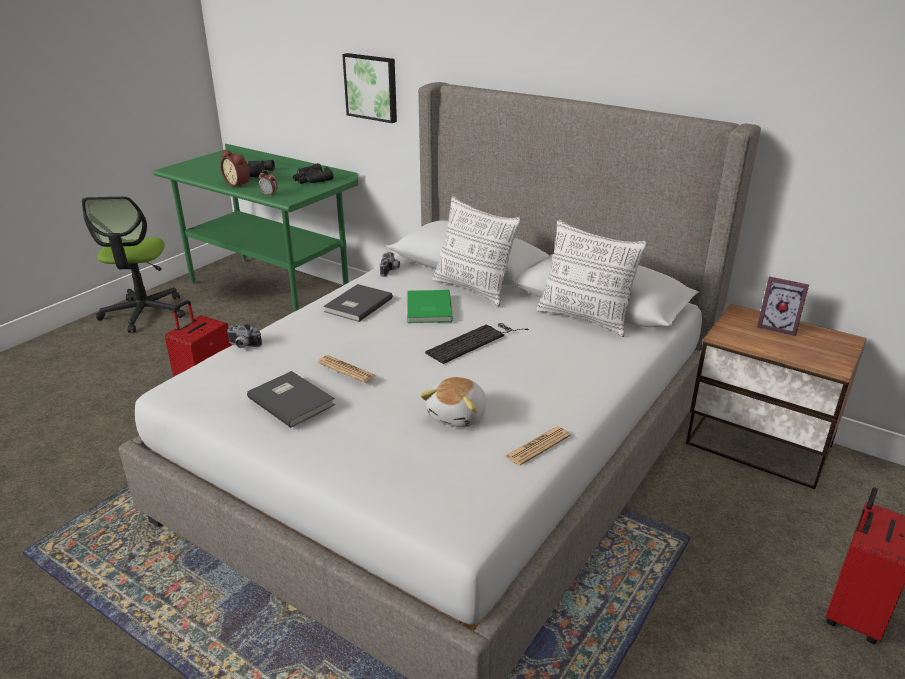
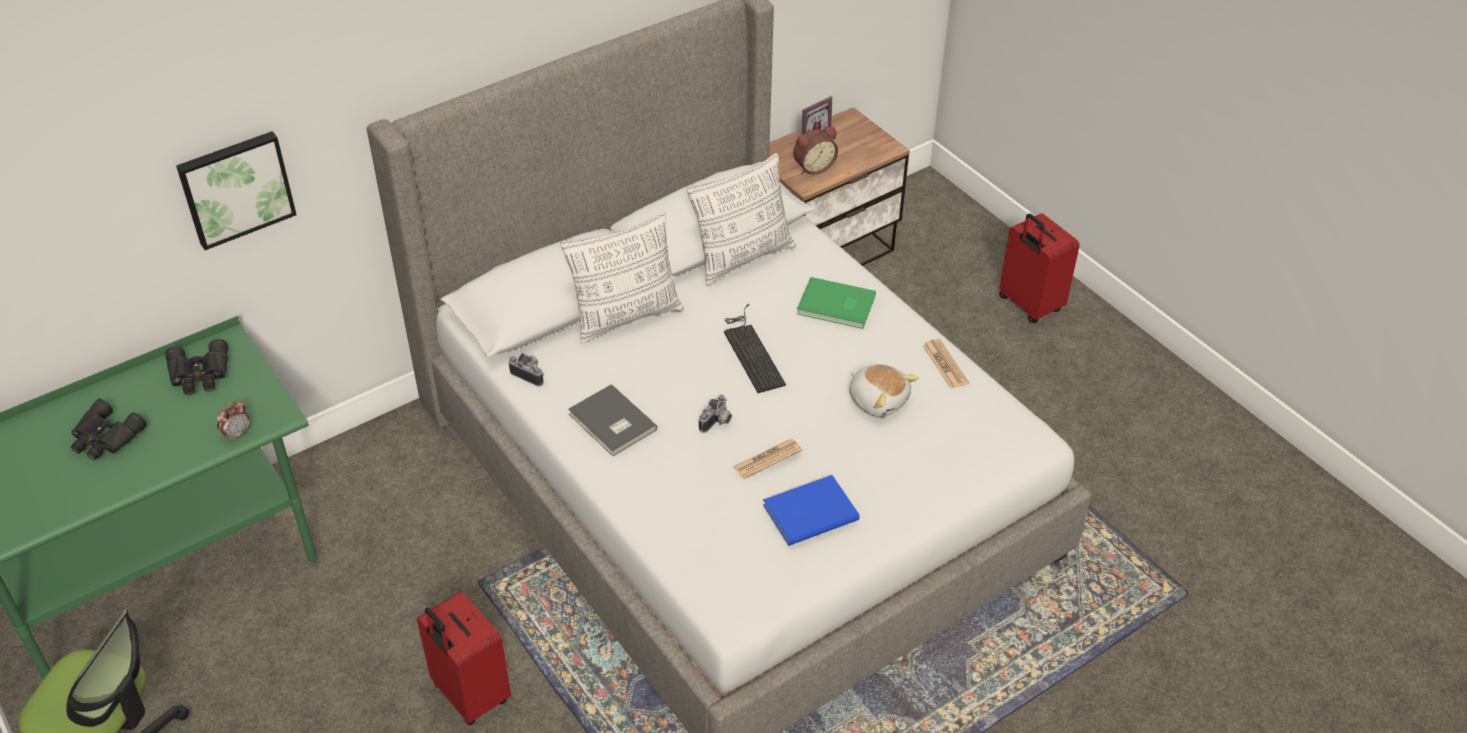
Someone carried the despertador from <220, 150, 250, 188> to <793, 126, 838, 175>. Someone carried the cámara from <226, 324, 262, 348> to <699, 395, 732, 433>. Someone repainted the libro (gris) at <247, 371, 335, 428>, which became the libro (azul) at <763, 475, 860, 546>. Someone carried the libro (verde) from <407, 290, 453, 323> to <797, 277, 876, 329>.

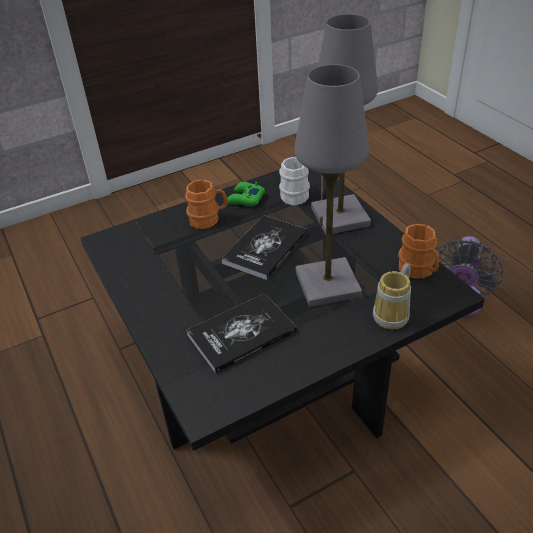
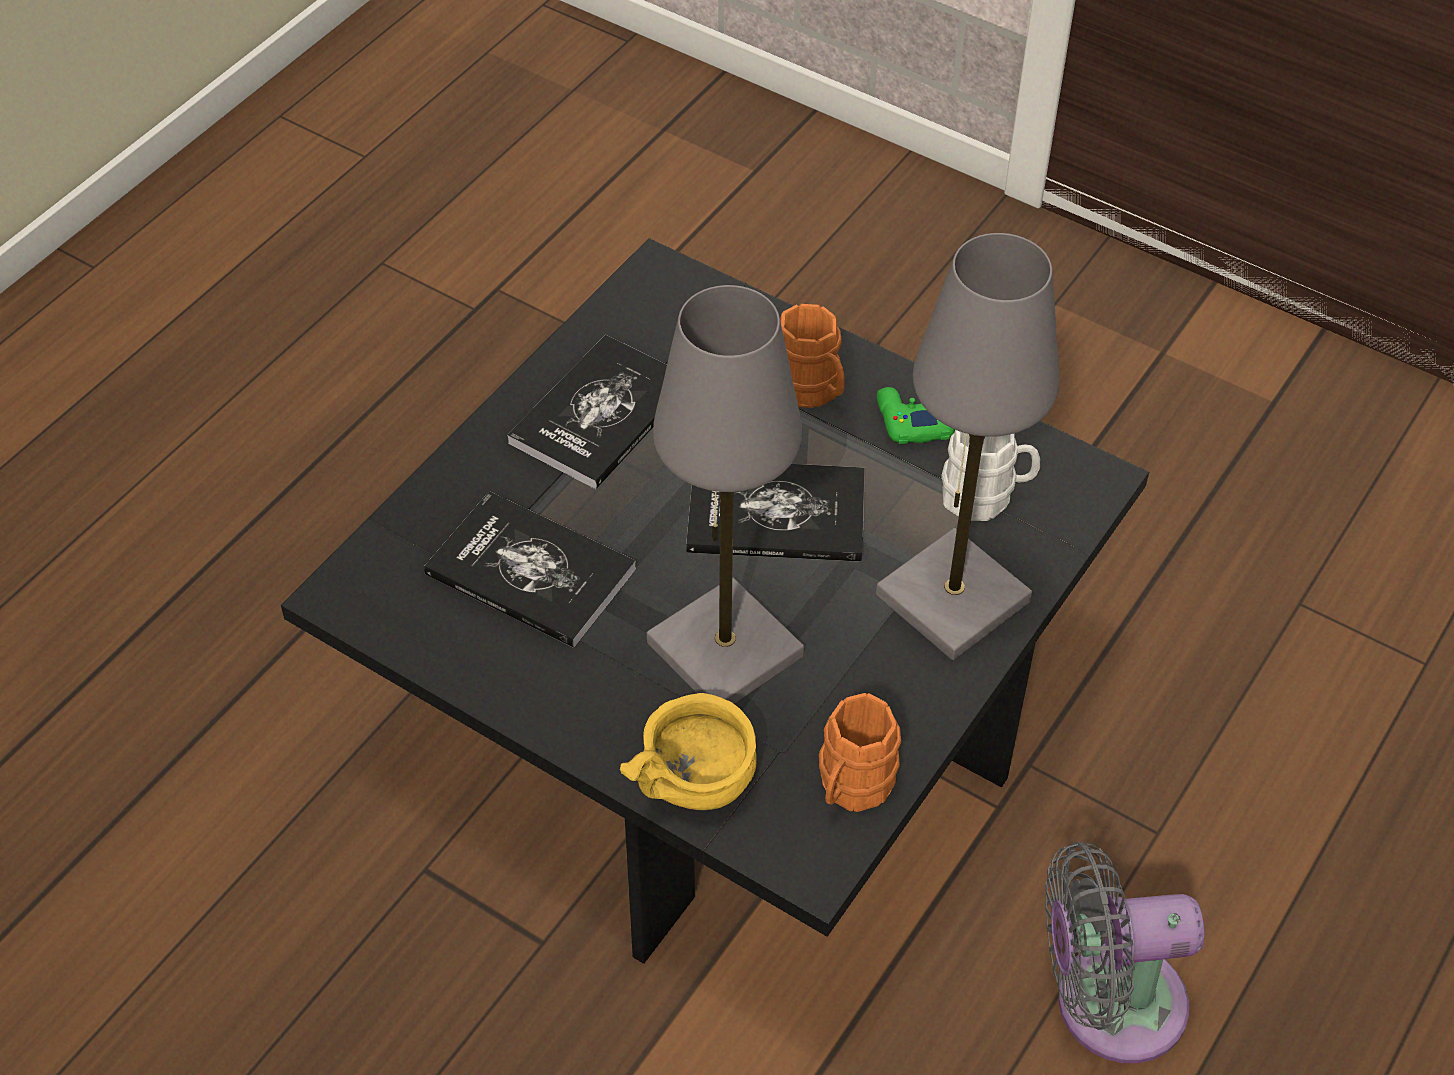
Someone swapped the taza grande at <373, 263, 411, 329> for the cuenco (amarillo) at <620, 693, 757, 810>. Someone put down the libro at <507, 335, 667, 489>.

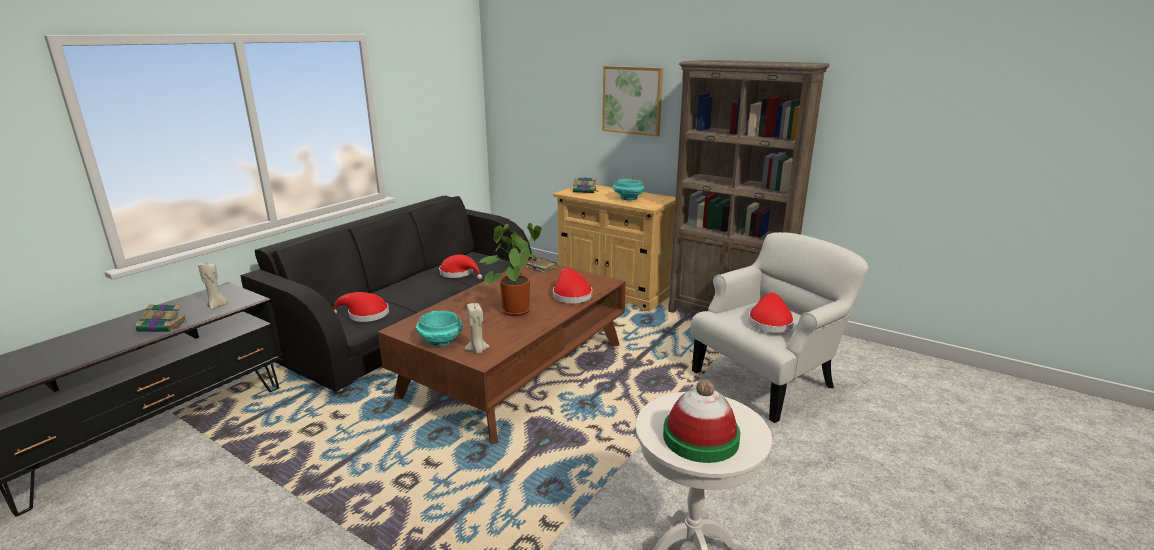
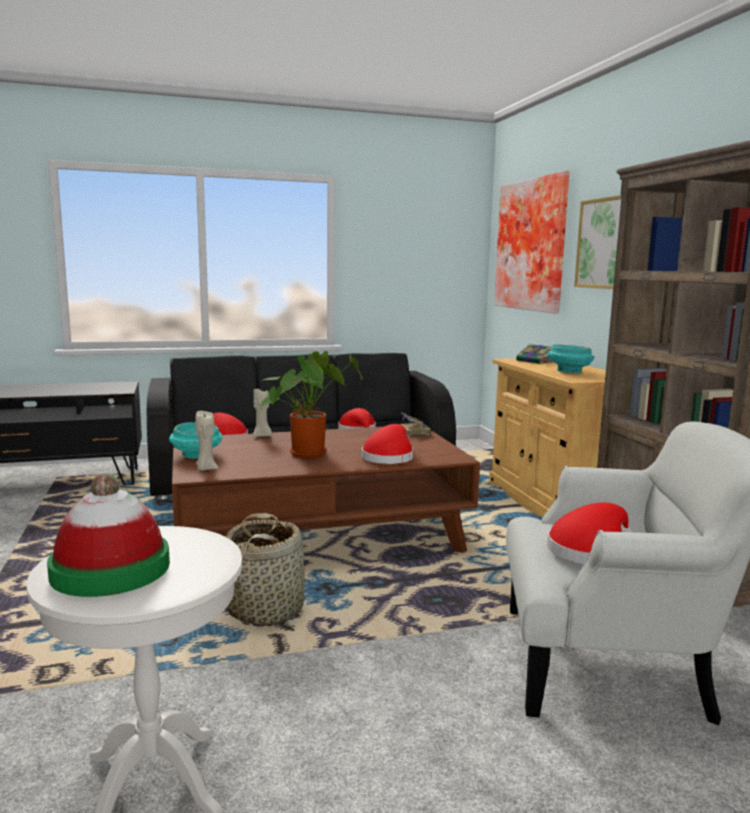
Someone took away the libro at <135, 304, 187, 332>. Someone carried the vela (beis) from <198, 263, 228, 310> to <253, 389, 272, 437>. Someone put down the cesta at <226, 513, 305, 627>. Someone put up the cuadro at <494, 171, 570, 314>.

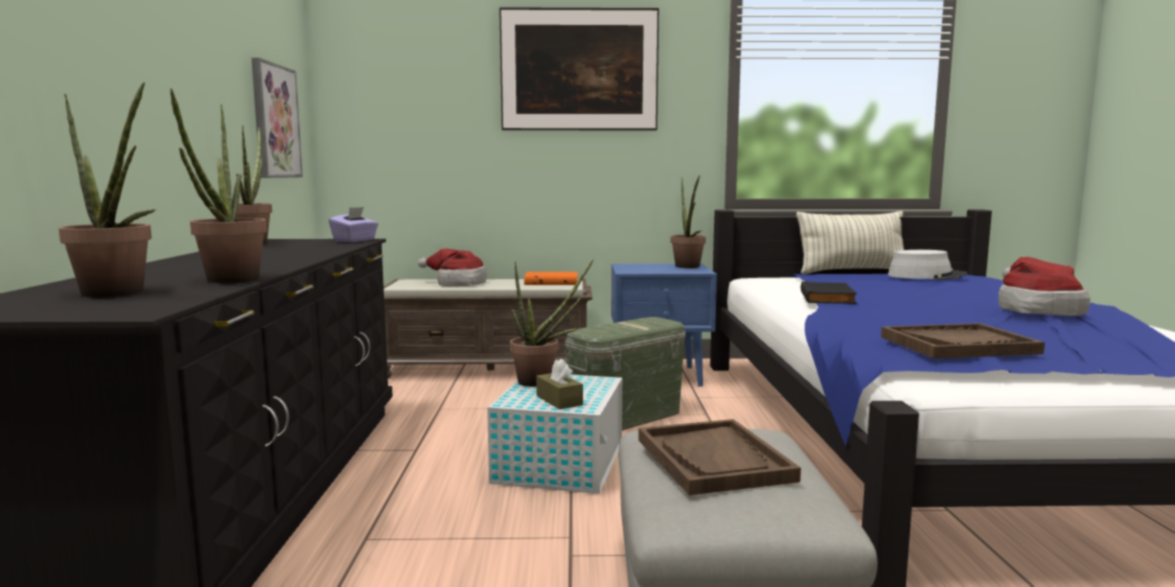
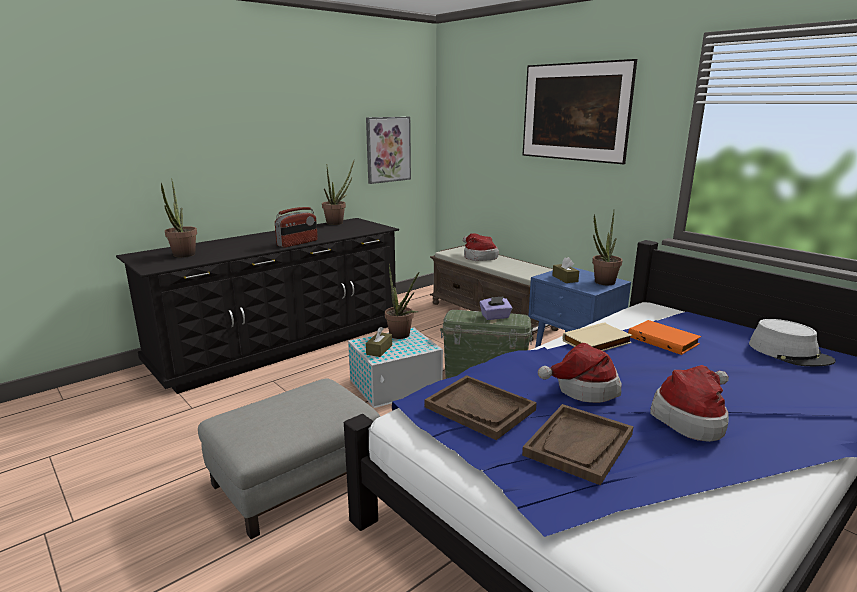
Someone took away the planta en maceta at <170, 88, 267, 283>. Someone carried the caja de pañuelos (morado) from <329, 207, 378, 242> to <480, 296, 513, 320>. Someone carried the libro (naranja) from <524, 272, 578, 285> to <628, 320, 701, 355>. Someone carried the bandeja (marrón) from <638, 419, 801, 495> to <522, 404, 634, 485>. Someone took away the cojín at <796, 211, 904, 274>. Someone repainted the libro (negro) at <801, 281, 857, 304>, which became the libro (beis) at <563, 322, 632, 351>. Someone put down the radio at <275, 207, 318, 247>. Someone put down the sombrero at <538, 343, 622, 403>. Someone put down the caja de pañuelos (marrón) at <552, 257, 579, 283>.

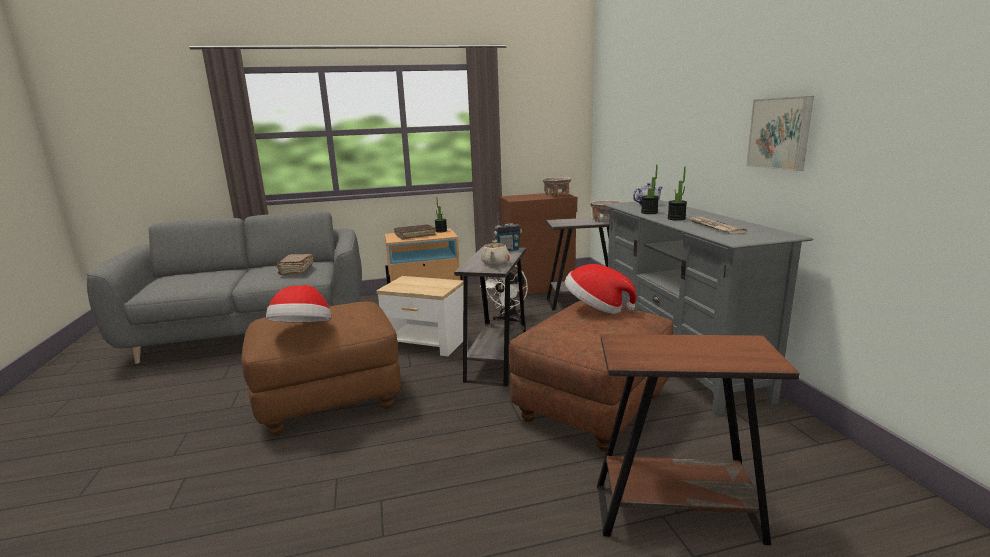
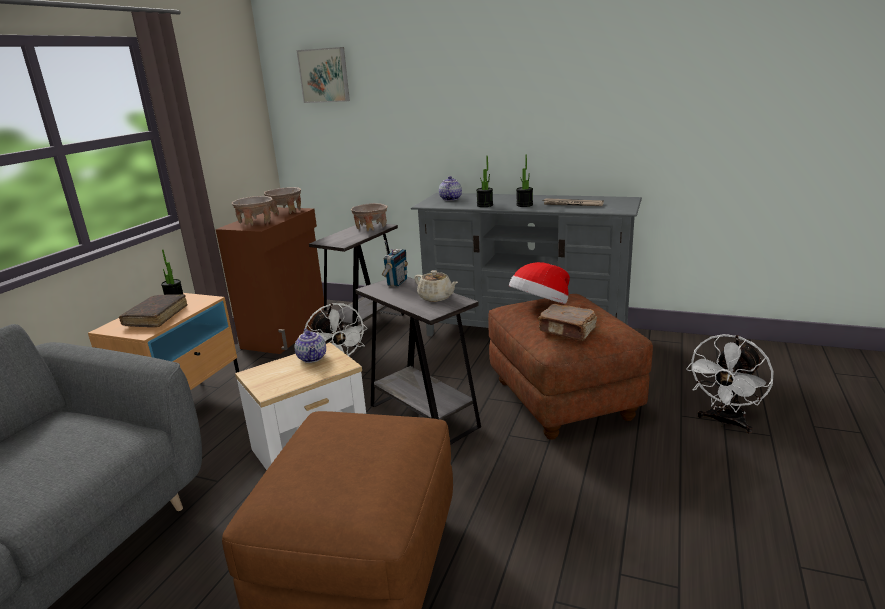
Someone took away the sombrero at <266, 285, 331, 322>. Someone carried the libro (marrón) from <277, 254, 313, 275> to <537, 304, 597, 341>. Someone swapped the mesa auxiliar (marrón) at <597, 334, 800, 545> for the ventilador (blanco) at <686, 334, 774, 434>. Someone carried the cuadro from <746, 96, 814, 171> to <297, 47, 350, 103>. Someone put down the cuenco (beis) at <232, 196, 272, 226>. Someone put down the tetera at <295, 328, 326, 363>.

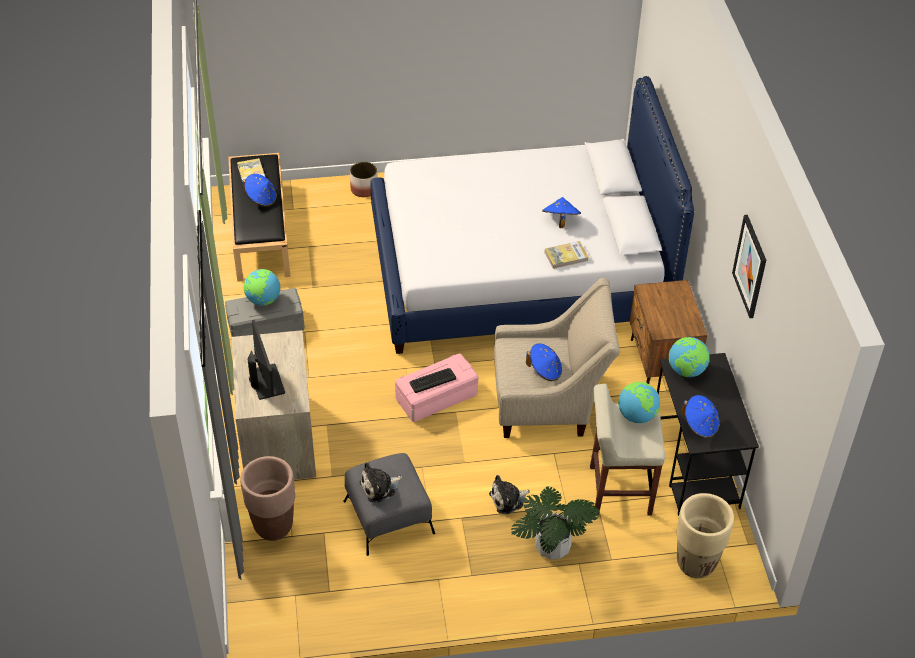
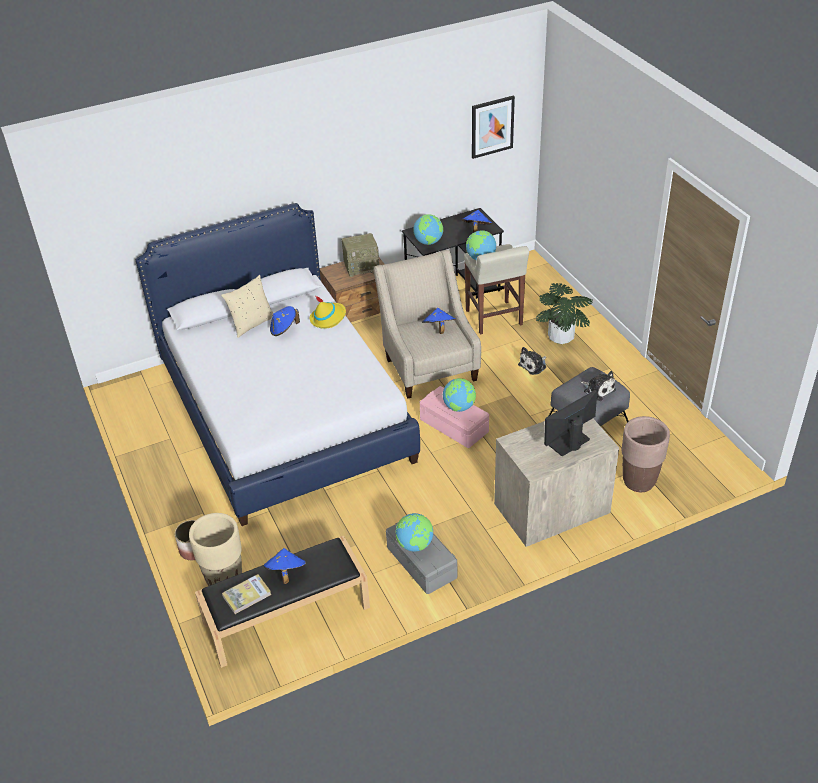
Someone swapped the teclado at <410, 368, 456, 393> for the globo terráqueo at <443, 378, 476, 412>. Someone rotated the peluche at <489, 475, 530, 514> by 90 degrees clockwise. Someone swapped the libro at <545, 241, 588, 269> for the sombrero (amarillo) at <310, 296, 346, 329>. Someone carried the maceta (beis) from <677, 493, 734, 578> to <189, 513, 242, 586>. Someone carried the cuadro from <732, 215, 766, 318> to <472, 95, 515, 159>. Someone put down the cojín (beis) at <221, 275, 273, 338>. Someone put down the radio at <342, 233, 379, 277>.

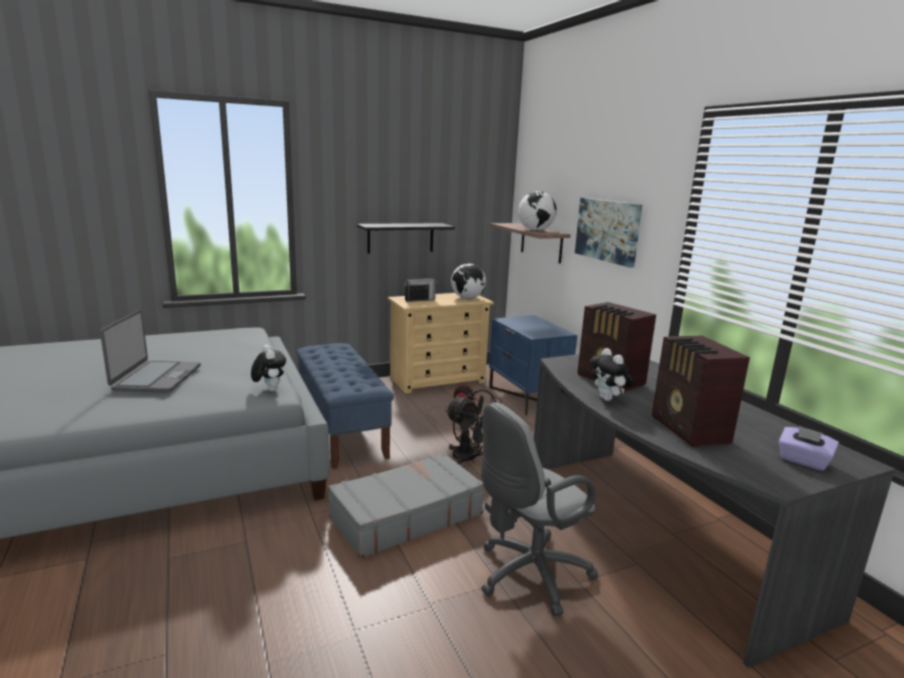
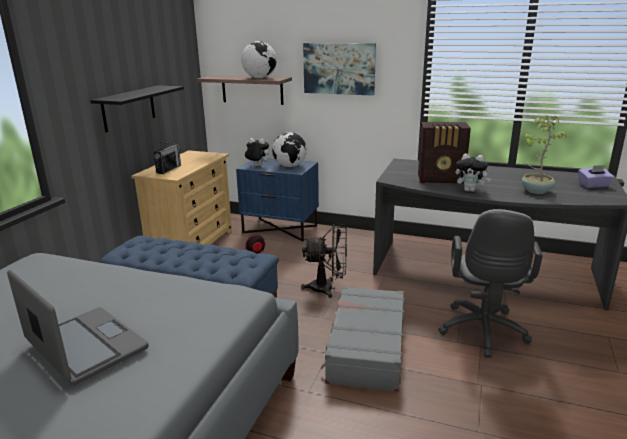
Someone carried the peluche from <251, 345, 286, 391> to <244, 138, 269, 166>. Someone carried the globo terráqueo from <451, 263, 486, 299> to <272, 132, 307, 167>. Someone swapped the radio at <652, 335, 750, 447> for the planta en maceta at <522, 116, 567, 194>.

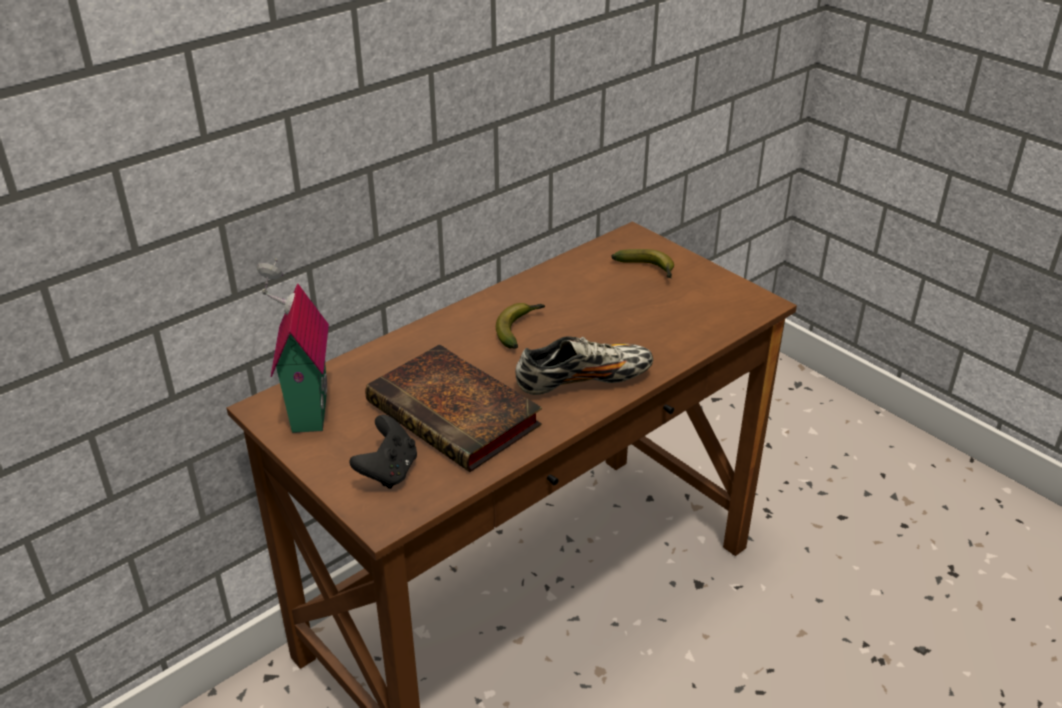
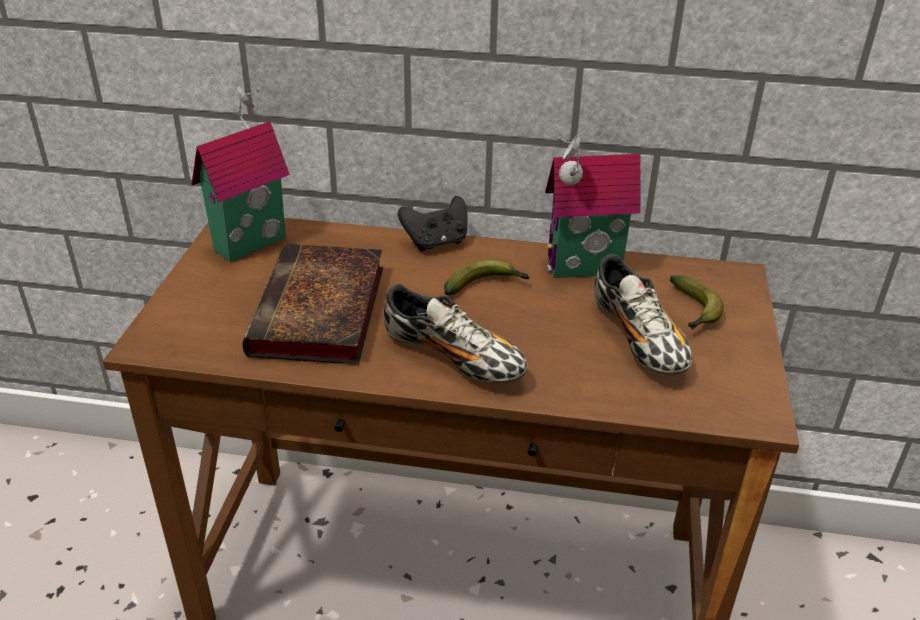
Someone carried the mando de consola (negro) from <349, 415, 417, 489> to <398, 196, 468, 251>. Someone put down the casita at <545, 134, 641, 278>. Someone put down the zapato at <594, 254, 692, 376>.

